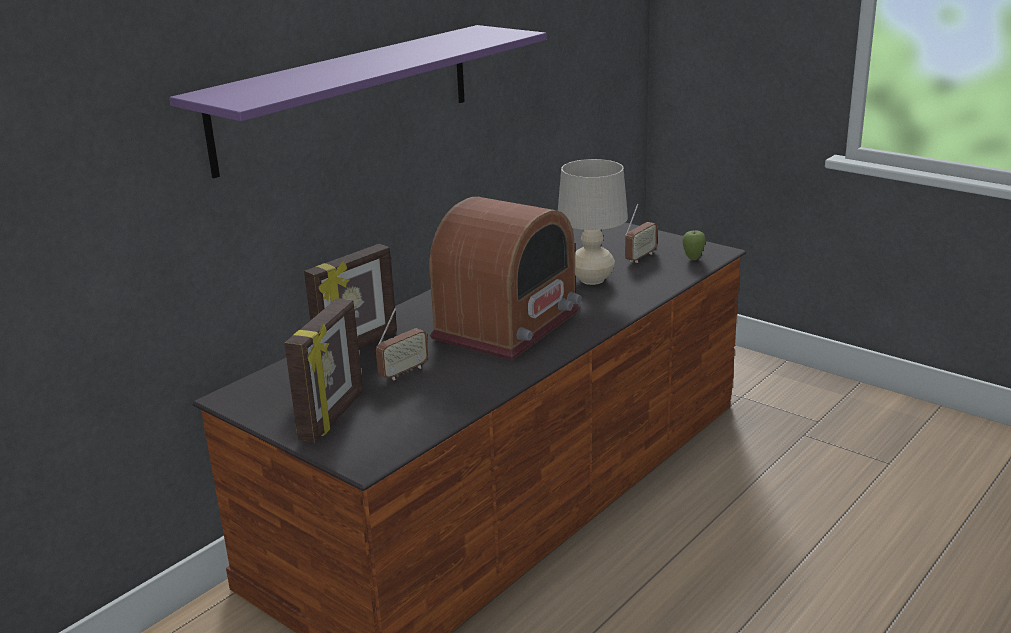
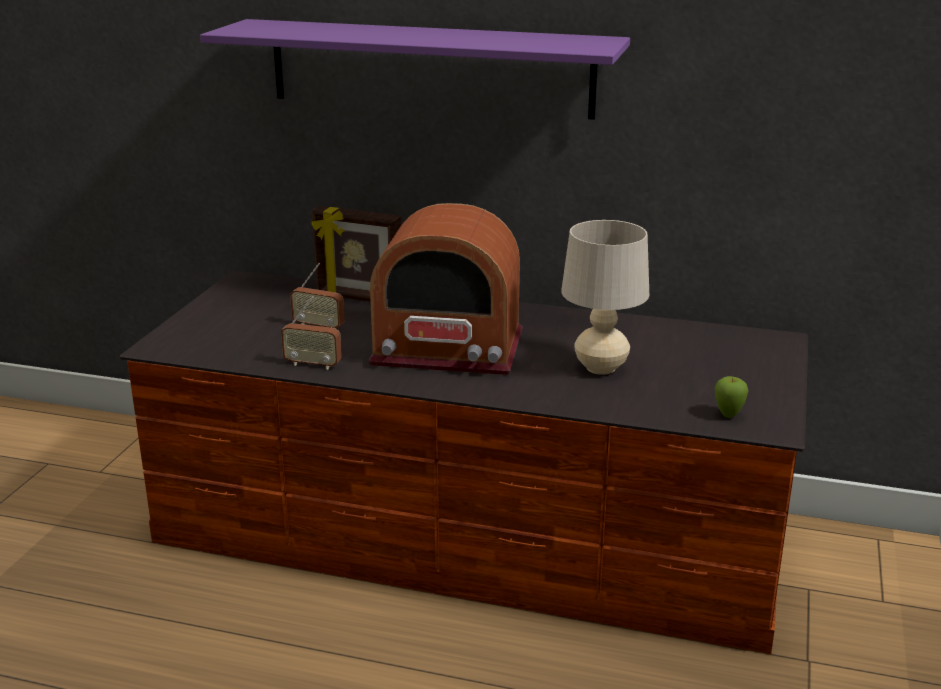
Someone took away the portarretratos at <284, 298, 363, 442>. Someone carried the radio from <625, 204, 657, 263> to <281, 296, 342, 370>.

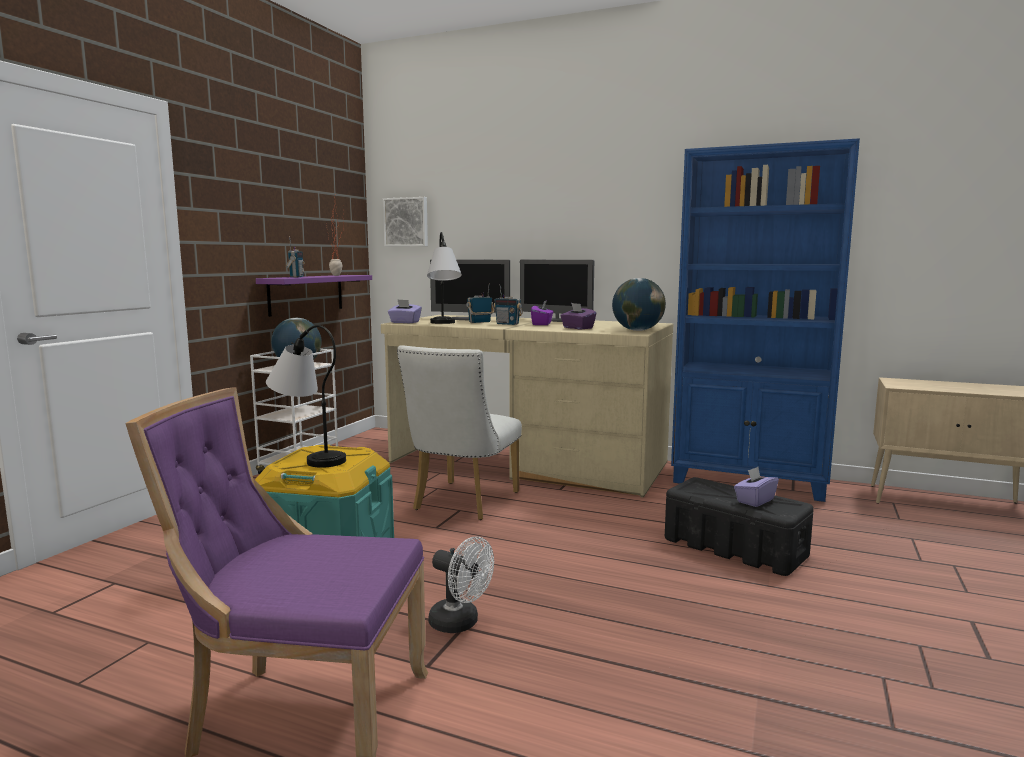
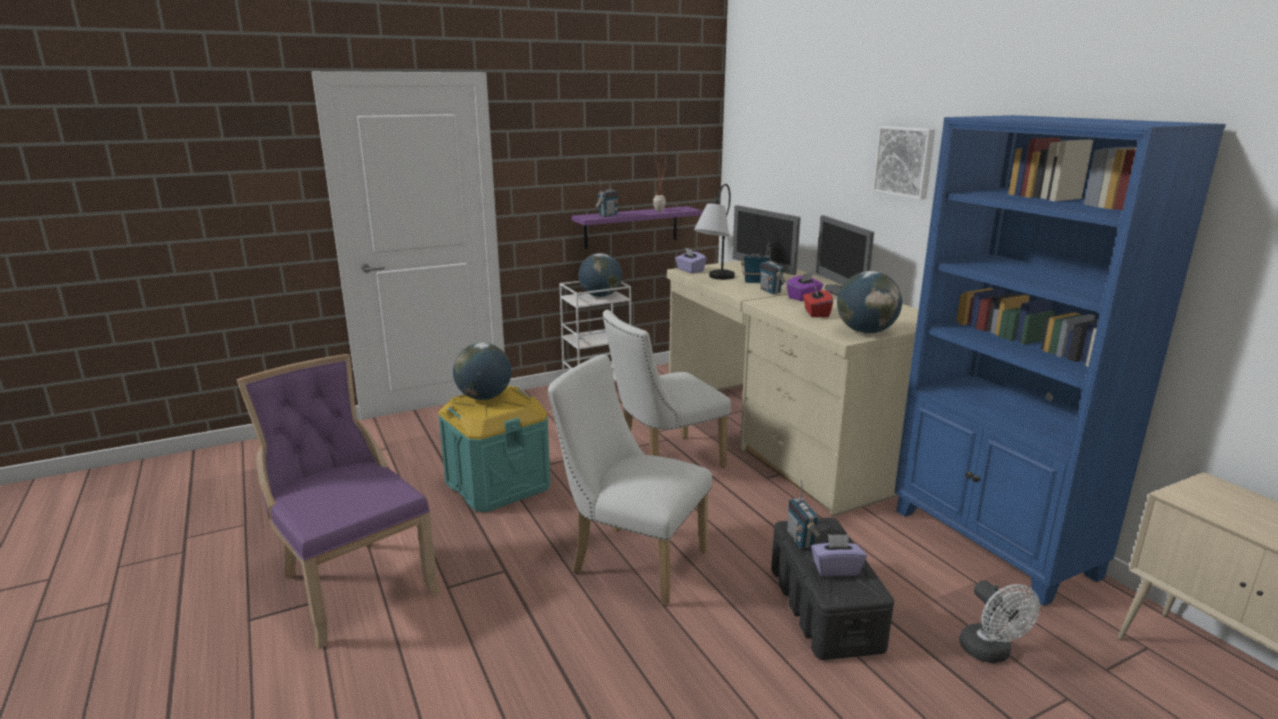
Someone swapped the lámpara de mesa at <266, 325, 346, 468> for the globo terráqueo at <453, 343, 511, 400>. Someone carried the cuadro from <383, 197, 428, 247> to <872, 126, 935, 200>. Someone carried the ventilador (blanco) from <429, 537, 494, 633> to <959, 580, 1040, 663>. Someone repainted the caja de pañuelos (morado) at <560, 303, 596, 329>, which became the caja de pañuelos (rojo) at <803, 286, 833, 317>. Someone put down the silla (blanco) at <547, 355, 712, 606>. Someone put down the radio at <787, 480, 821, 548>.

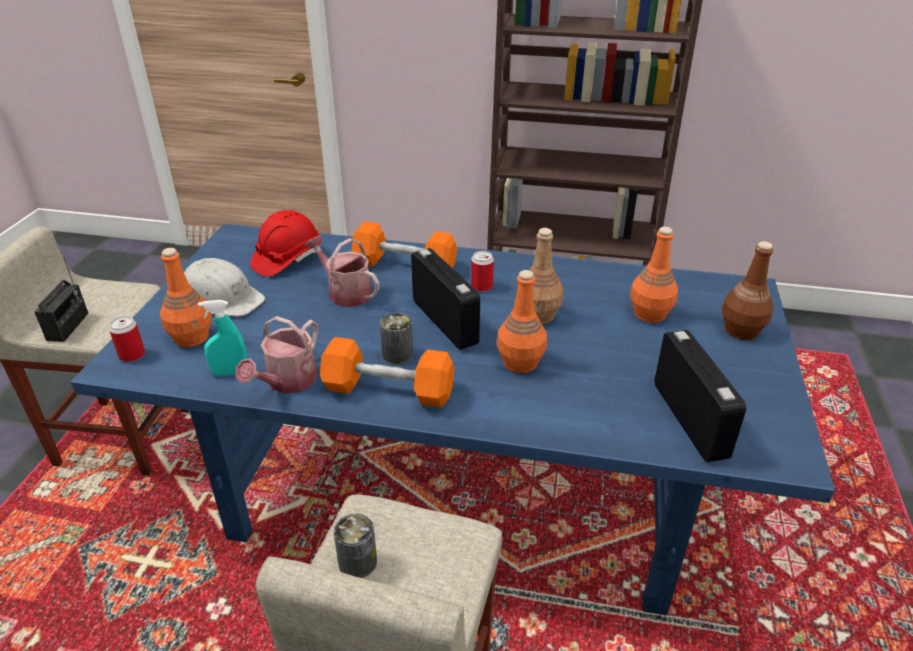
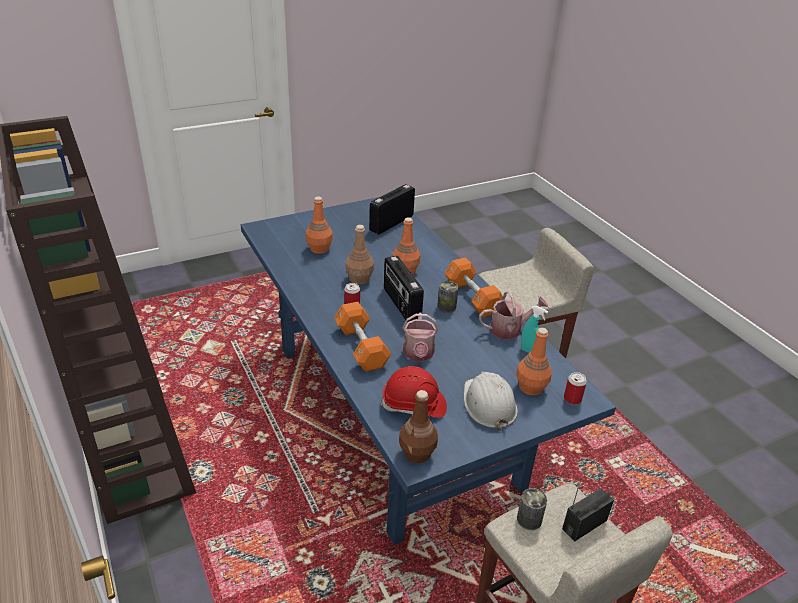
Someone carried the lata from <333, 513, 377, 578> to <517, 488, 547, 530>. Someone rotated the radio at <411, 248, 480, 350> by 45 degrees counterclockwise. Someone carried the botella (marrón) from <722, 241, 774, 340> to <399, 390, 438, 463>.

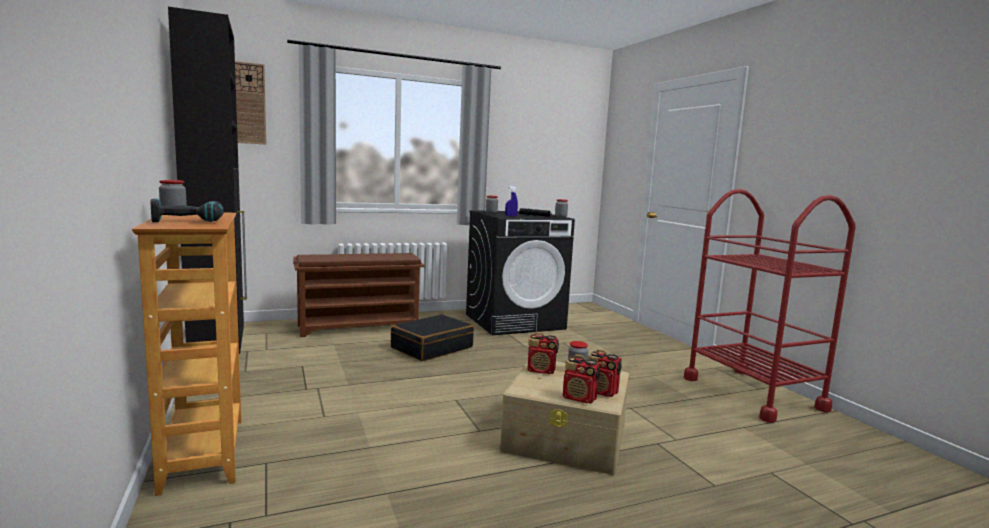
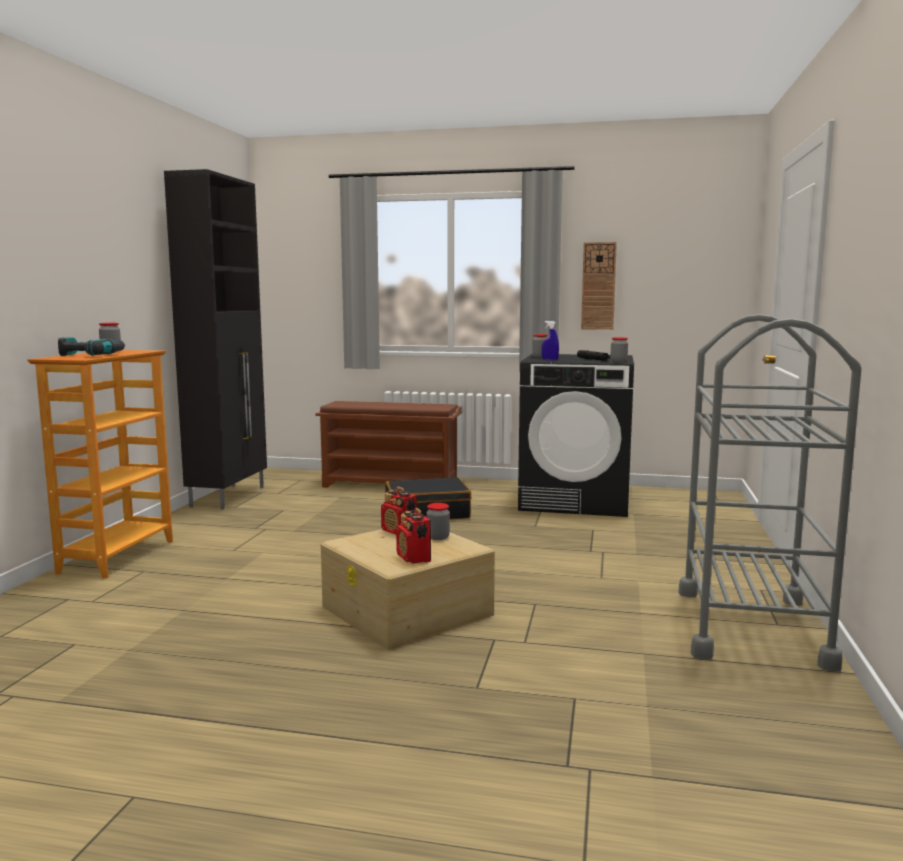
Someone carried the reloj de pared from <235, 61, 266, 144> to <581, 242, 617, 330>. Someone took away the radio at <563, 354, 600, 404>. Someone repainted the carrito (rojo) at <684, 189, 856, 423>, which became the carrito (gris) at <678, 314, 861, 672>.

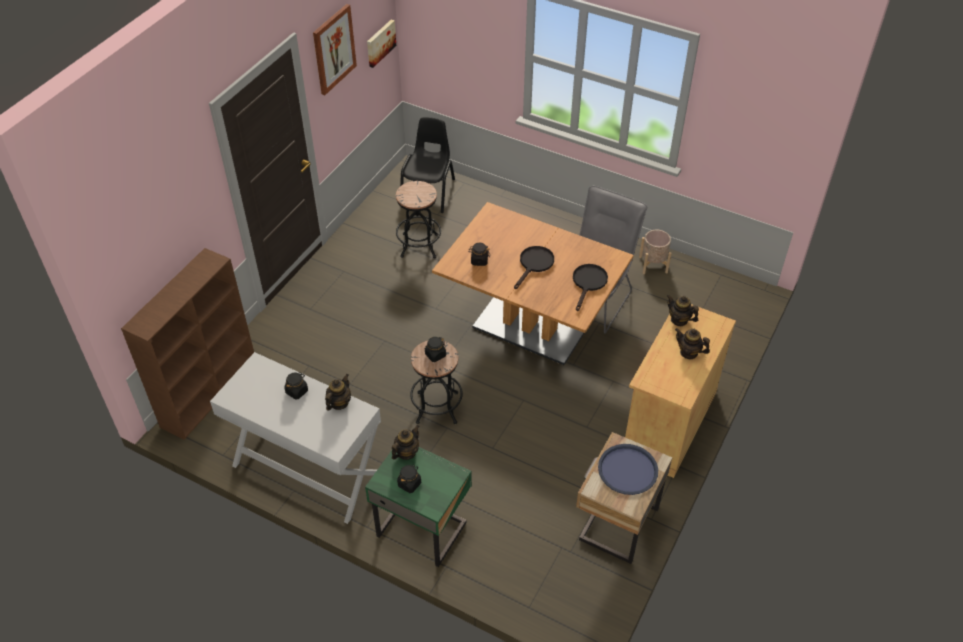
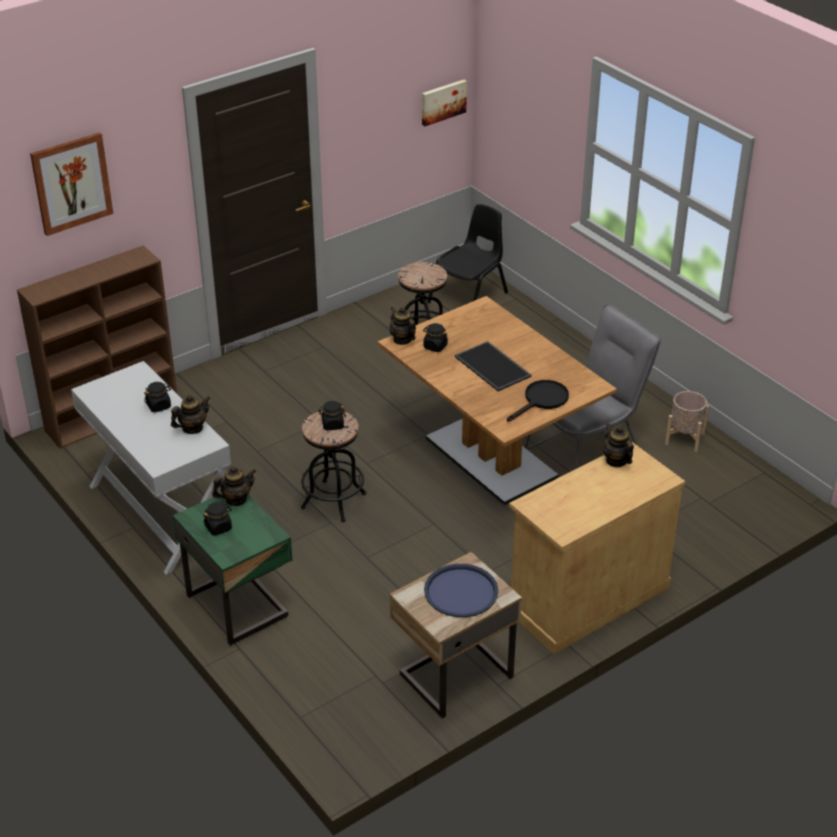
Someone carried the cuadro from <313, 4, 357, 95> to <30, 132, 113, 236>. Someone swapped the sartén (negro) at <514, 246, 554, 289> for the bandeja at <455, 341, 531, 391>. Someone carried the tetera from <675, 328, 710, 359> to <389, 307, 416, 345>.

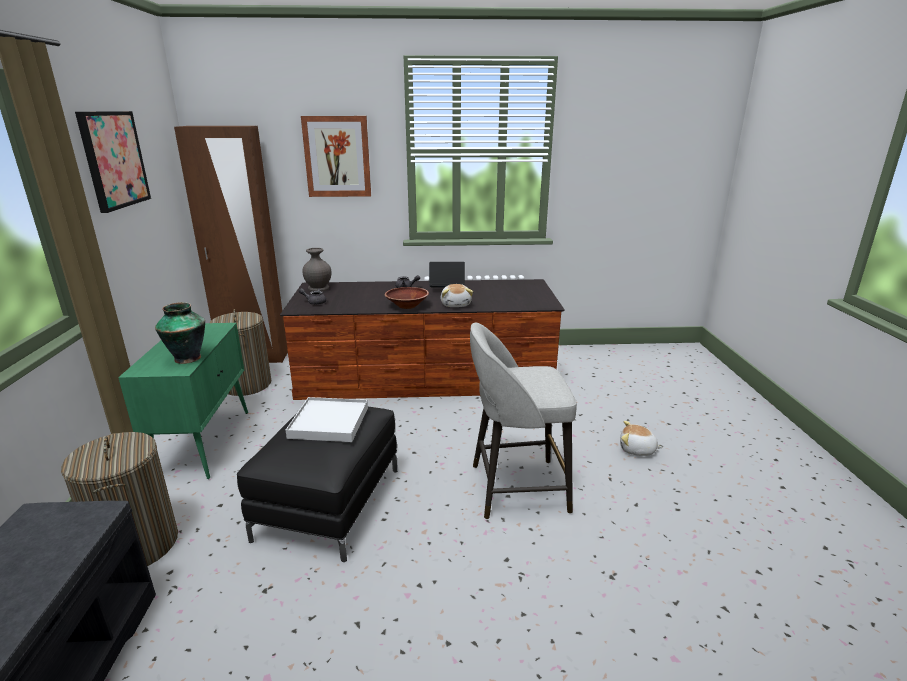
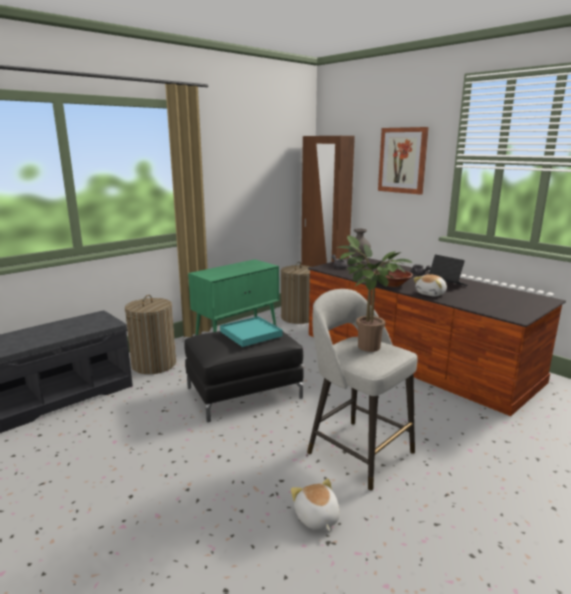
Someone took away the cuadro at <75, 111, 151, 213>. Someone took away the florero at <155, 302, 205, 364>. Someone repainted the bandeja (blanco) at <286, 397, 368, 442>, which became the bandeja (turquesa) at <220, 316, 283, 347>. Someone carried the peluche from <620, 421, 663, 456> to <291, 479, 340, 531>. Someone put down the planta en maceta at <336, 235, 412, 352>.

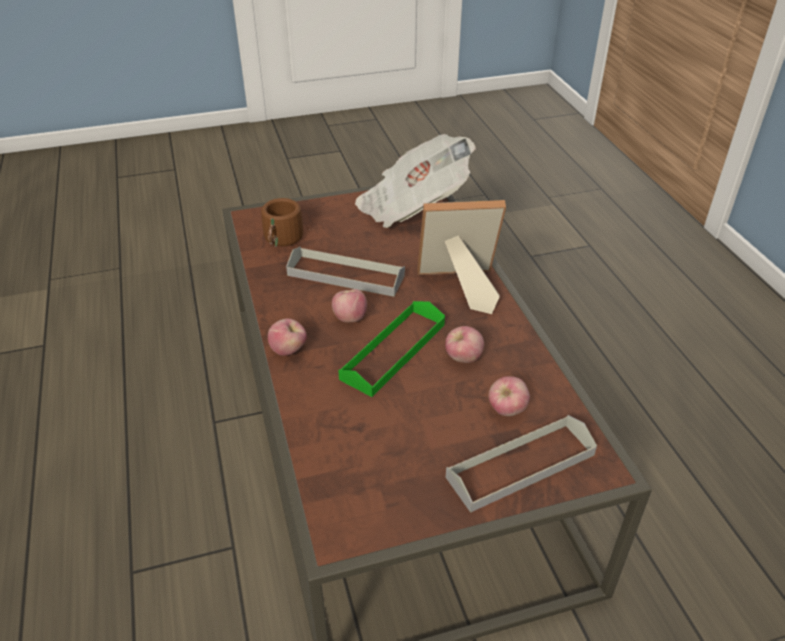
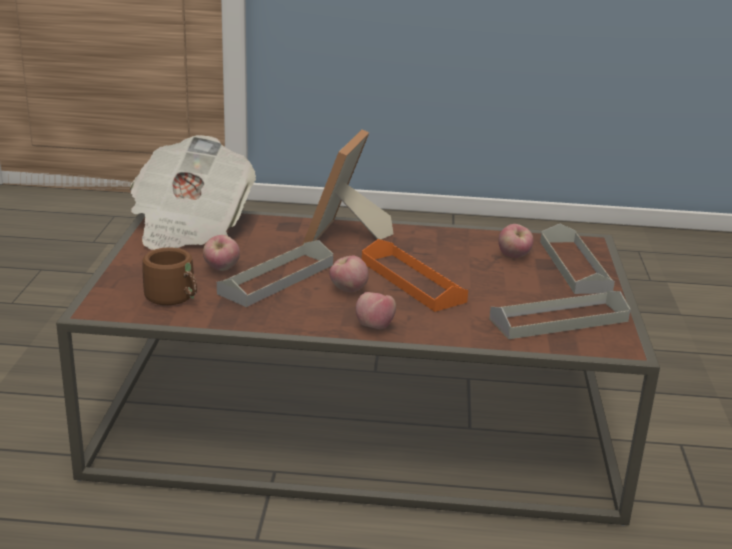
Someone repainted the bandeja (verde) at <338, 301, 445, 397>, which became the bandeja (naranja) at <362, 239, 468, 312>. Someone carried the manzana from <445, 326, 484, 363> to <203, 235, 240, 271>. Someone put down the bandeja (gris) at <489, 291, 631, 339>.

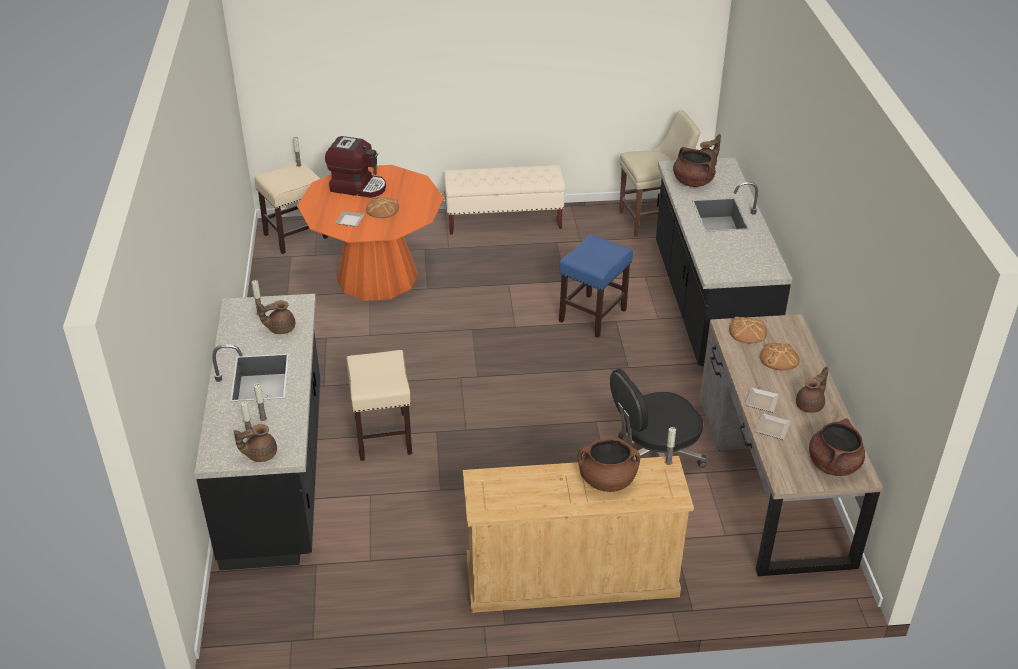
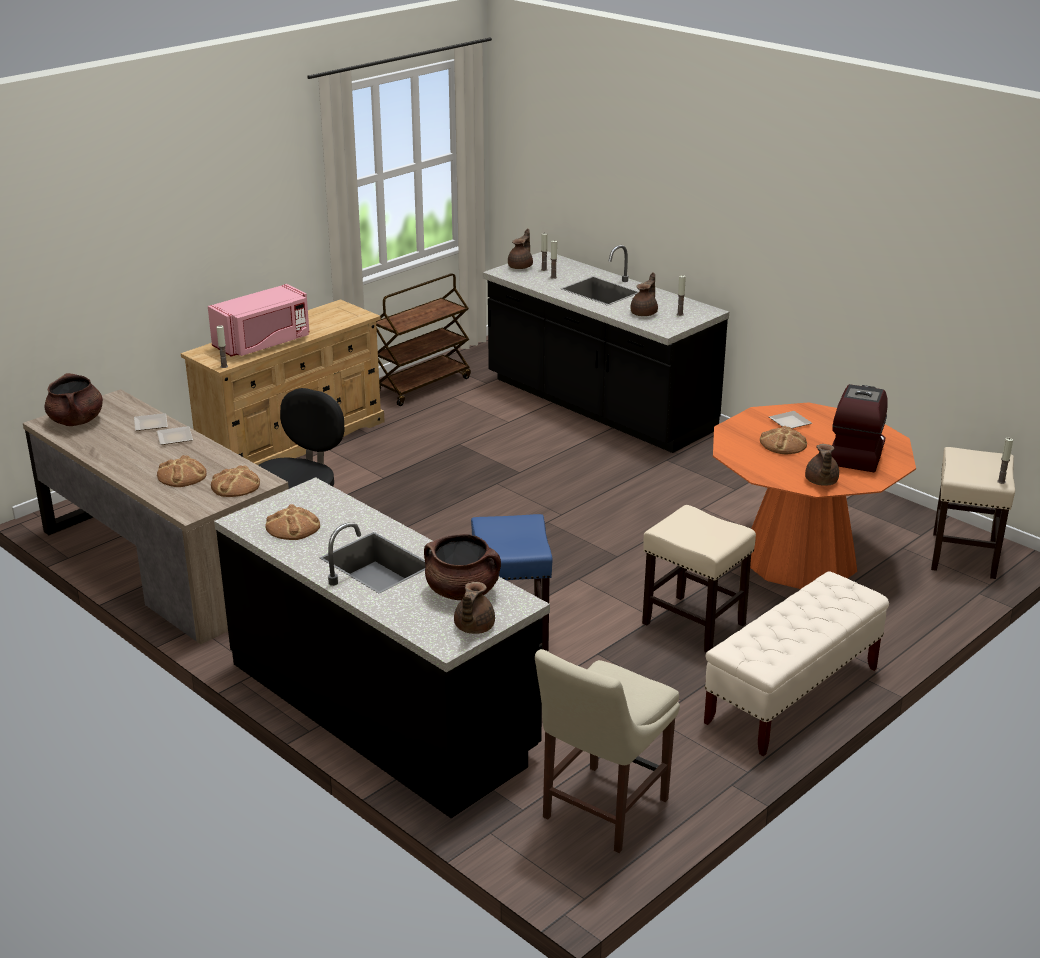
Someone rotated the cafetera at <325, 136, 386, 198> by 135 degrees clockwise. Someone carried the taburete (beis) from <346, 350, 412, 461> to <642, 505, 756, 653>. Someone swapped the olla (marrón) at <578, 438, 640, 492> for the microondas (rosa) at <208, 284, 310, 357>. Someone carried the tetera (marrón) from <796, 366, 829, 413> to <805, 444, 839, 486>. Someone put down the pan at <265, 504, 320, 540>. Someone put down the carrito (marrón) at <376, 273, 471, 406>.

